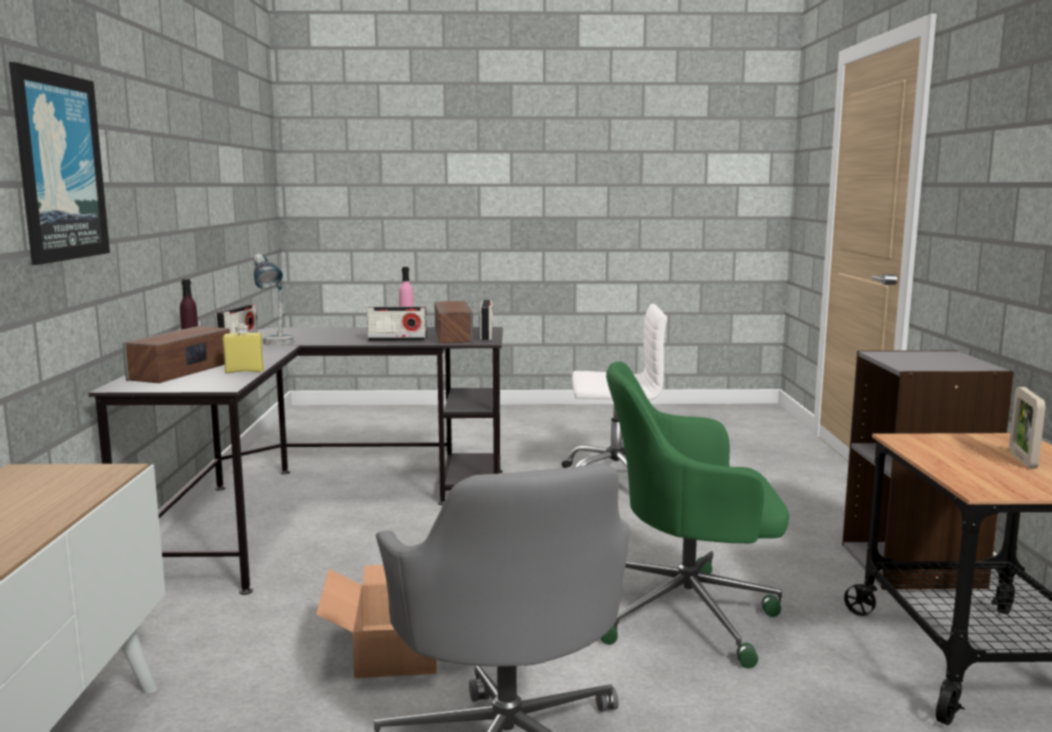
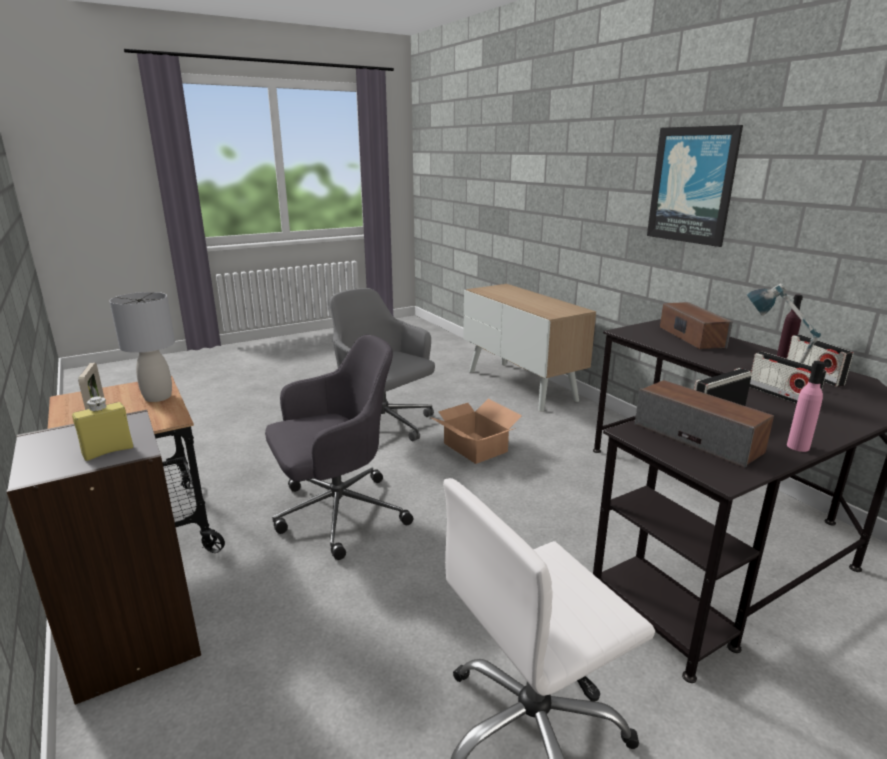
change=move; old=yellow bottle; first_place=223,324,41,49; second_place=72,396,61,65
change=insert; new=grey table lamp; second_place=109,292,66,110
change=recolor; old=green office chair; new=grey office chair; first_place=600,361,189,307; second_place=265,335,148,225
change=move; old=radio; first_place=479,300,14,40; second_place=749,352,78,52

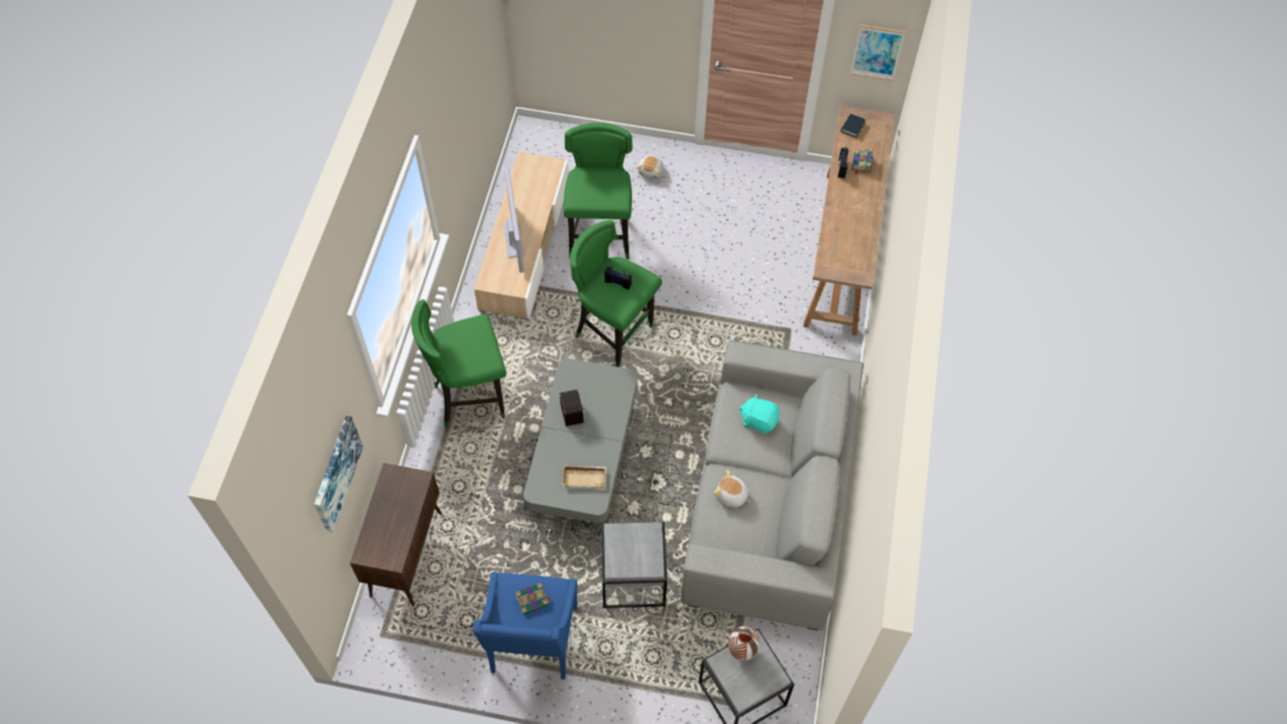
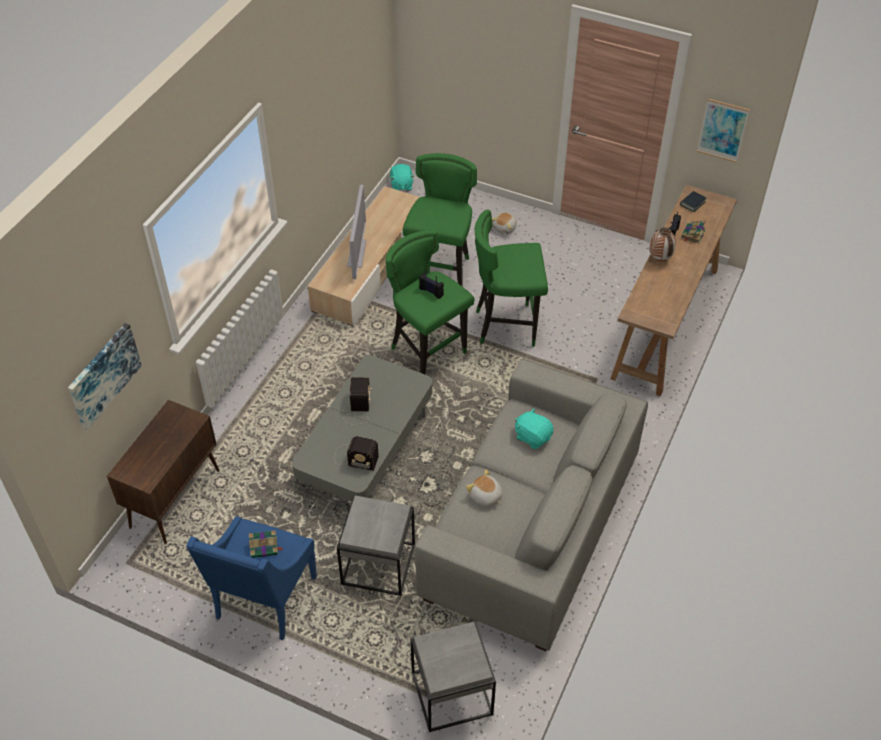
change=replace; old=beige tray; new=radio; first_place=562,465,45,23; second_place=335,436,44,35
change=insert; new=turquoise plush toy; second_place=390,164,24,27
change=move; old=green stool; first_place=411,300,95,128; second_place=475,210,73,137
change=move; old=vase; first_place=728,626,31,35; second_place=650,227,26,34

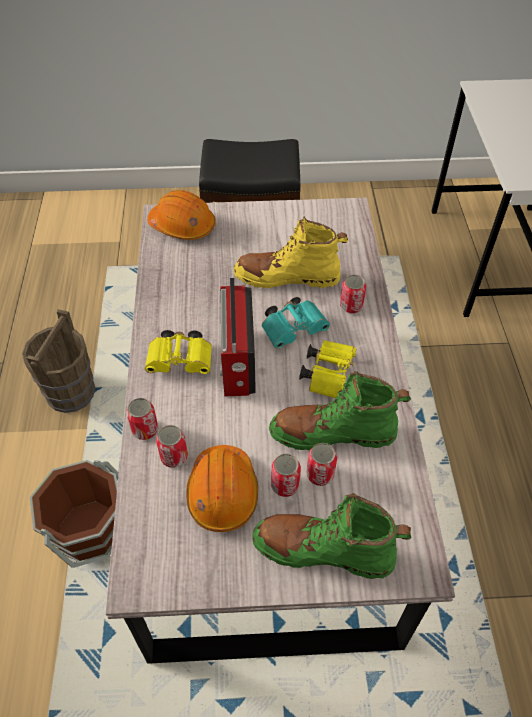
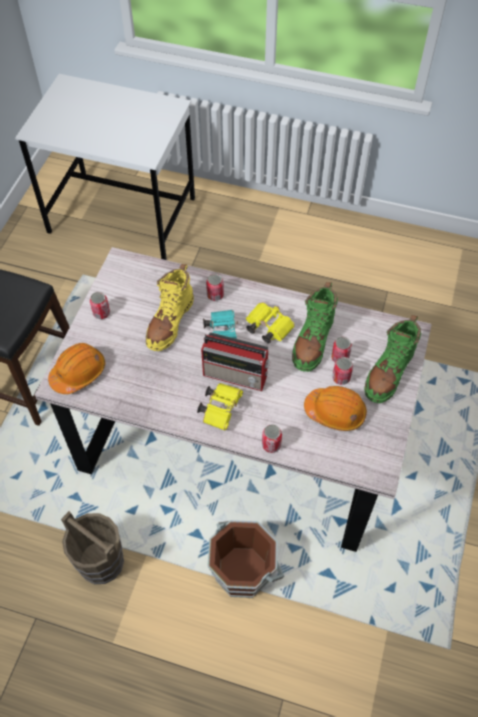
change=move; old=can; first_place=156,425,32,43; second_place=90,292,20,27

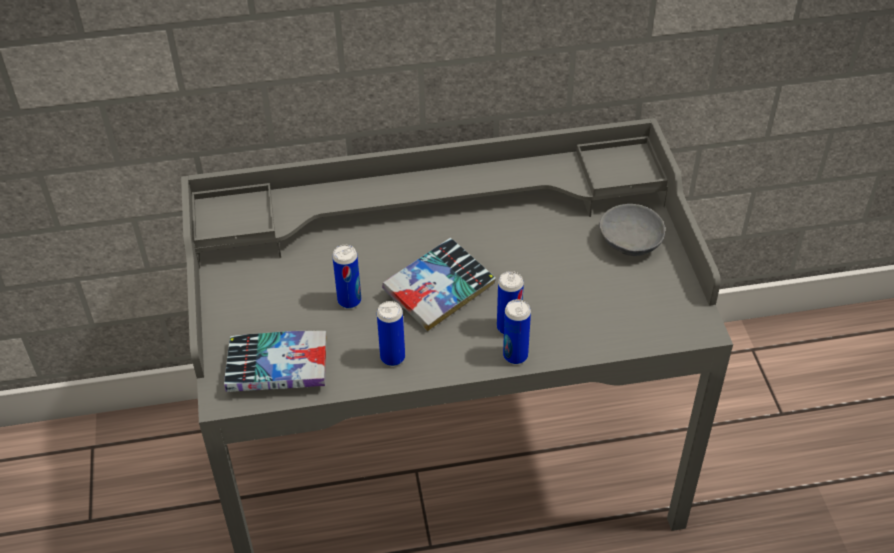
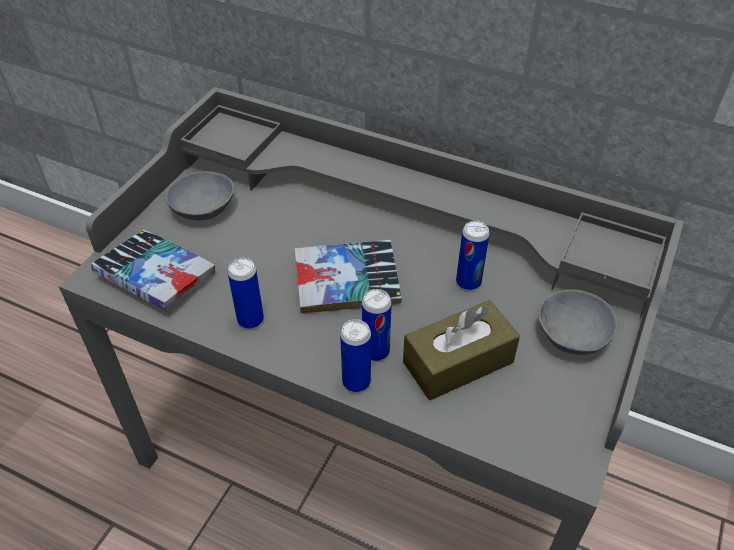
change=insert; new=grey bowl; second_place=166,171,68,50
change=insert; new=brown tissue box; second_place=403,300,117,100
change=move; old=can; first_place=332,245,29,64; second_place=456,220,34,70

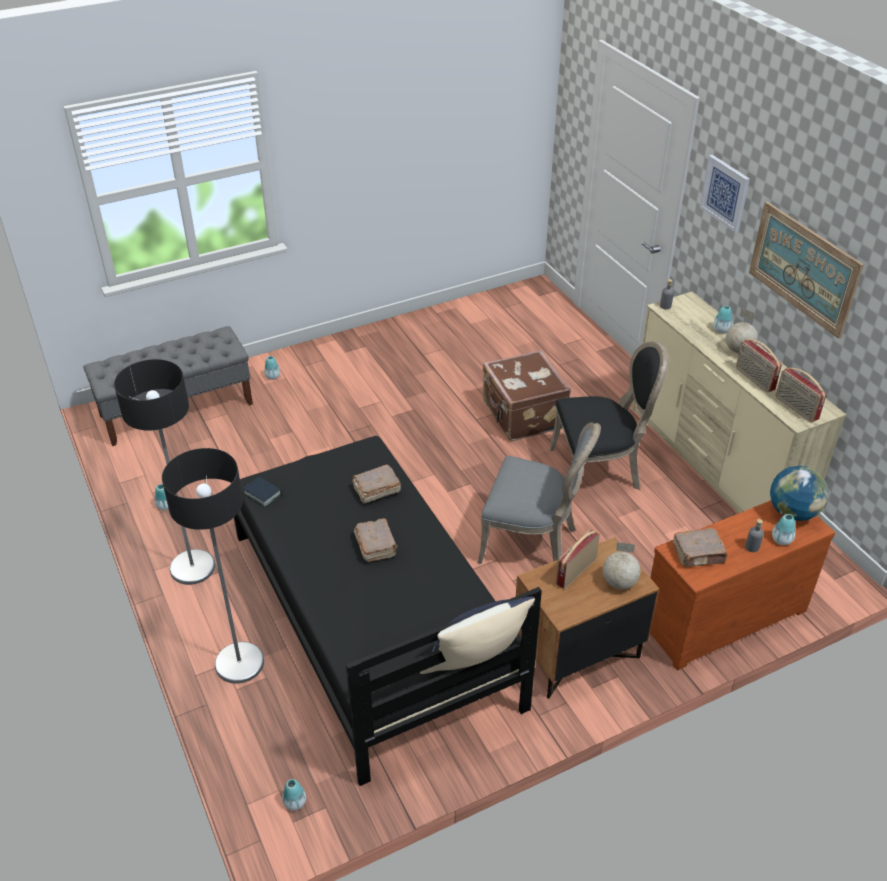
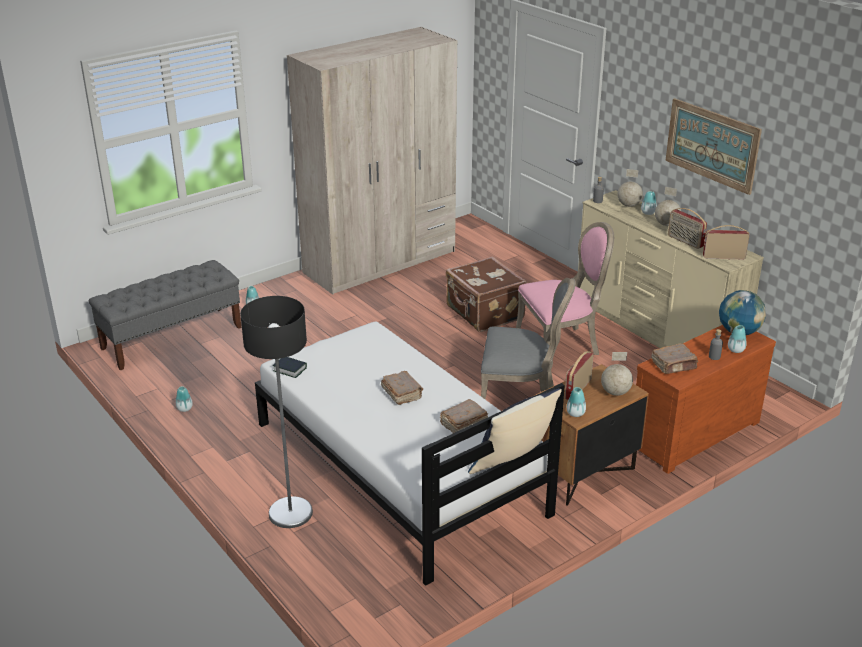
change=recolor; old=black bed; new=white bed; first_place=234,436,308,350; second_place=255,322,310,264
change=insert; new=beige wardrobe; second_place=287,27,170,268
change=move; old=brown book; first_place=352,464,49,40; second_place=440,399,48,35
change=recolor; old=black chair; new=pink chair; first_place=550,341,119,149; second_place=516,222,98,133
change=move; old=vase; first_place=282,779,24,31; second_place=567,387,19,30
change=insert; new=globe; second_place=617,169,26,38
change=rotate; old=radio; first_place=776,368,51,54; second_place=703,225,47,34; degrees=135
change=delete; old=floor lamp; first_place=114,359,101,226
change=delete; old=picture; first_place=699,155,51,78

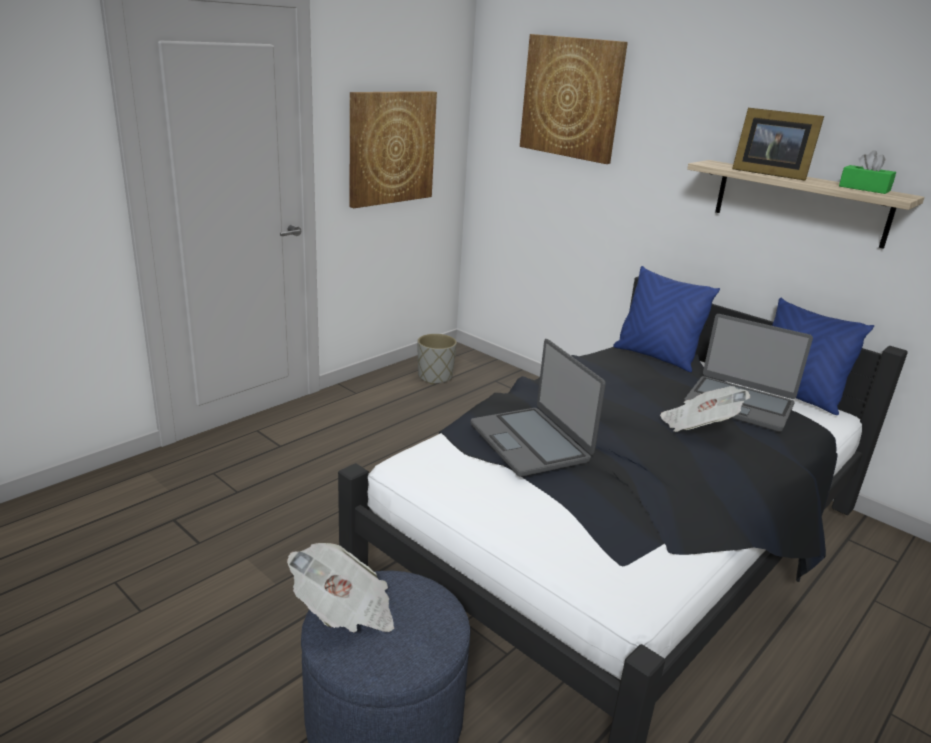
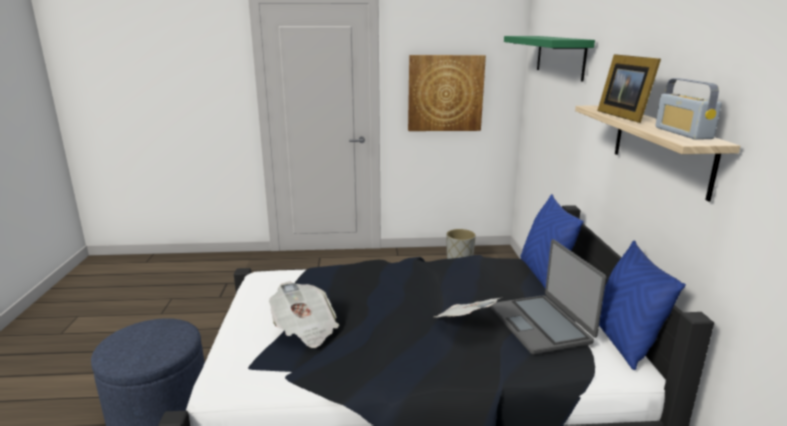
change=move; old=newspaper; first_place=287,543,107,90; second_place=269,282,70,66
change=replace; old=picture; new=green shelf; first_place=520,34,108,130; second_place=504,36,91,46
change=replace; old=green tissue box; new=radio; first_place=839,150,57,44; second_place=655,78,67,62
change=delete; old=laptop; first_place=470,339,136,138

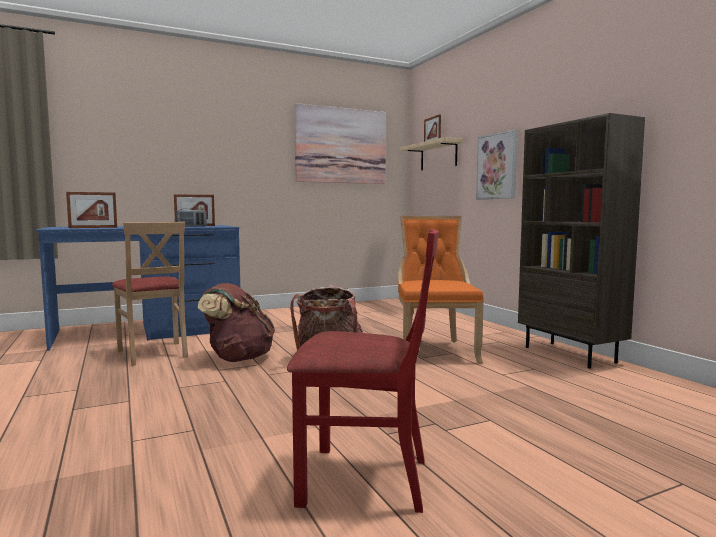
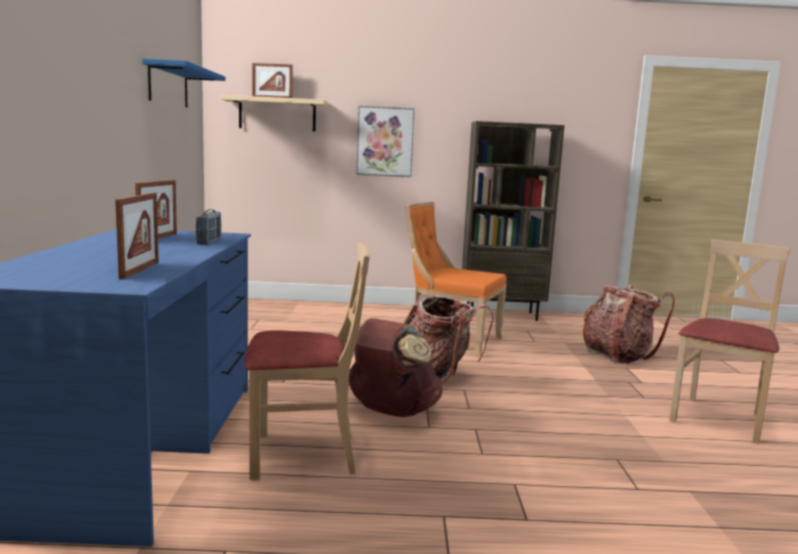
change=replace; old=picture; new=blue shelf; first_place=295,103,91,81; second_place=142,59,83,48
change=insert; new=backpack; second_place=583,285,92,78
change=recolor; old=red chair; new=beige chair; first_place=287,229,152,284; second_place=669,240,121,204

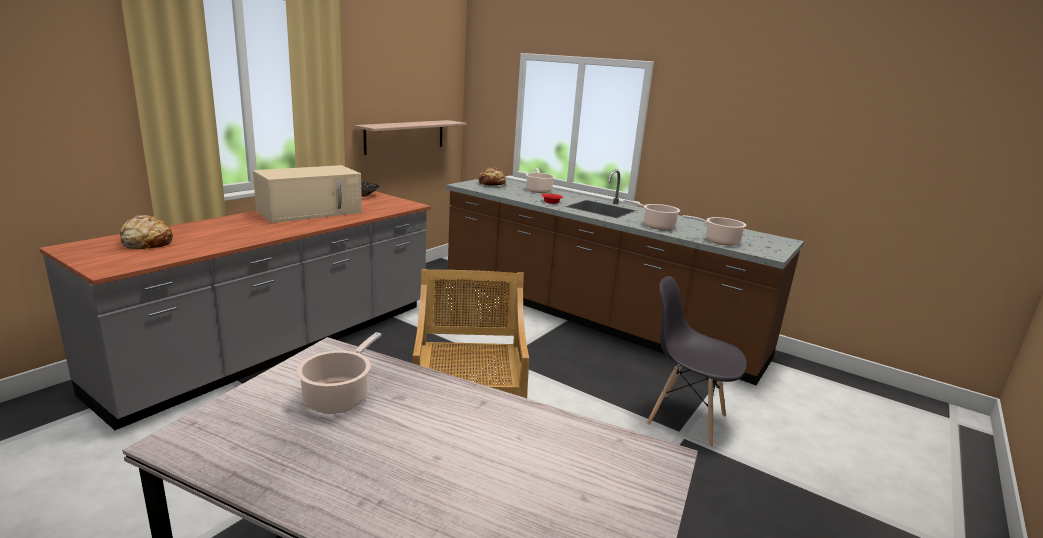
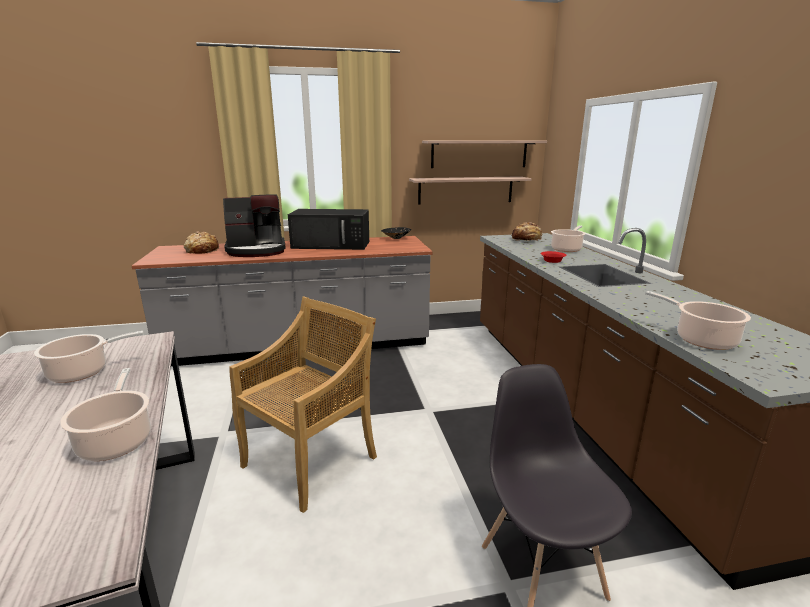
change=move; old=cooking pot; first_place=624,199,56,31; second_place=60,368,91,93
change=insert; new=coffee machine; second_place=223,195,62,62
change=recolor; old=beige microwave; new=black microwave; first_place=253,165,109,58; second_place=288,209,81,41
change=insert; new=shelf; second_place=422,141,125,27

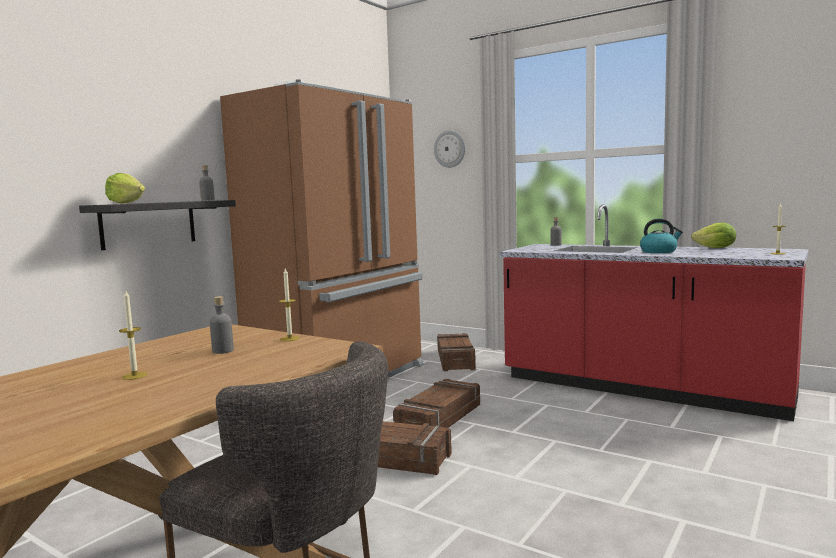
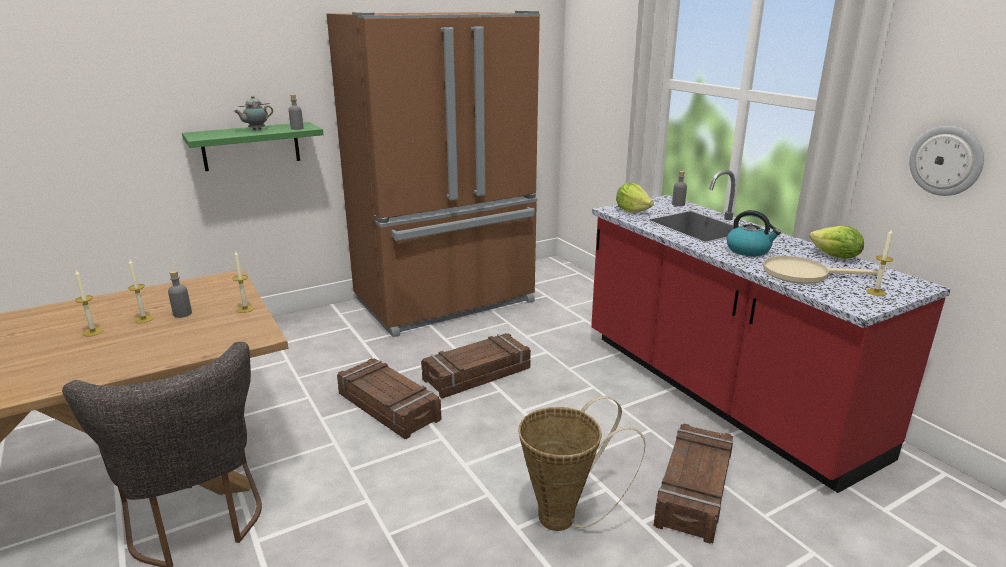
change=insert; new=candle; second_place=128,260,26,63
change=recolor; old=black shelf; new=green shelf; first_place=79,200,157,50; second_place=182,122,141,49
change=insert; new=teapot; second_place=234,96,39,34
change=insert; new=basket; second_place=518,396,128,135
change=move; old=lettuce; first_place=105,173,40,31; second_place=616,183,38,30
change=move; old=crate; first_place=437,333,39,38; second_place=654,423,79,121
change=insert; new=beige frying pan; second_place=763,256,116,28
change=move; old=wall clock; first_place=434,130,31,38; second_place=909,126,75,70

